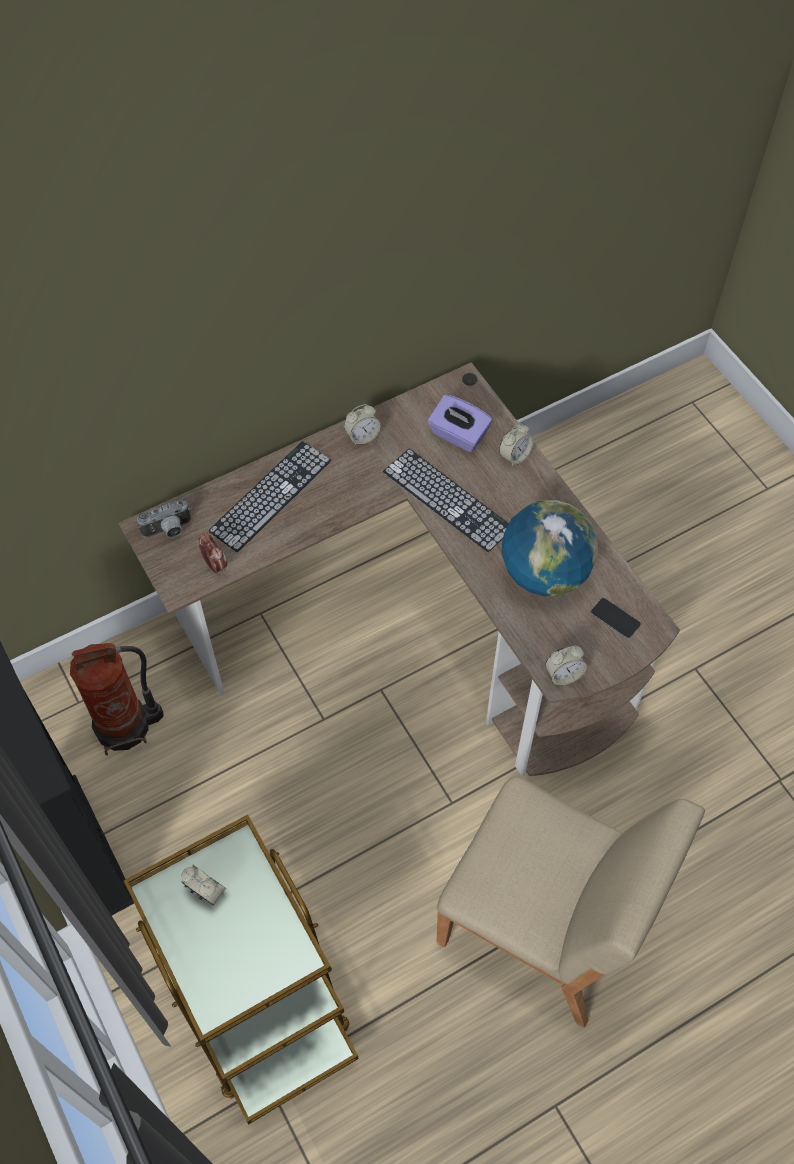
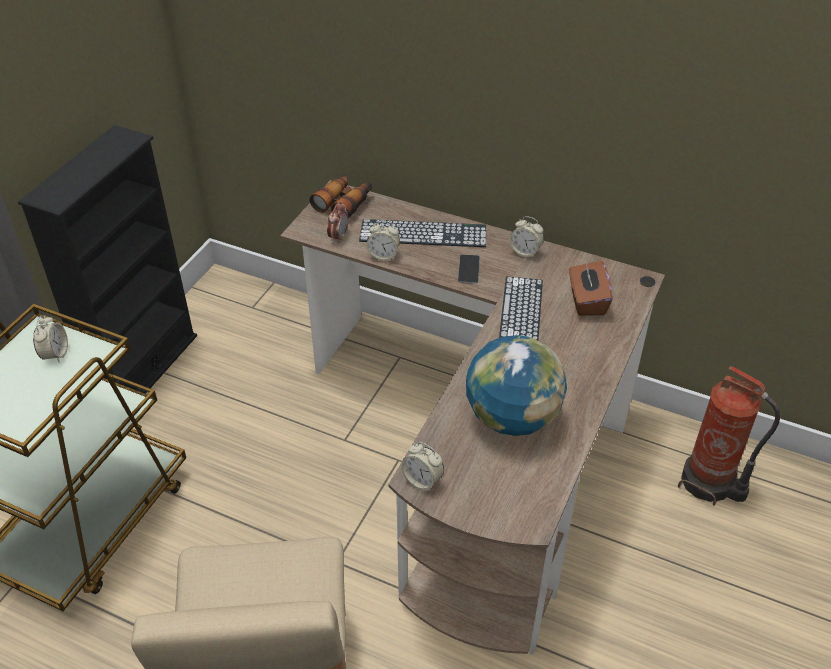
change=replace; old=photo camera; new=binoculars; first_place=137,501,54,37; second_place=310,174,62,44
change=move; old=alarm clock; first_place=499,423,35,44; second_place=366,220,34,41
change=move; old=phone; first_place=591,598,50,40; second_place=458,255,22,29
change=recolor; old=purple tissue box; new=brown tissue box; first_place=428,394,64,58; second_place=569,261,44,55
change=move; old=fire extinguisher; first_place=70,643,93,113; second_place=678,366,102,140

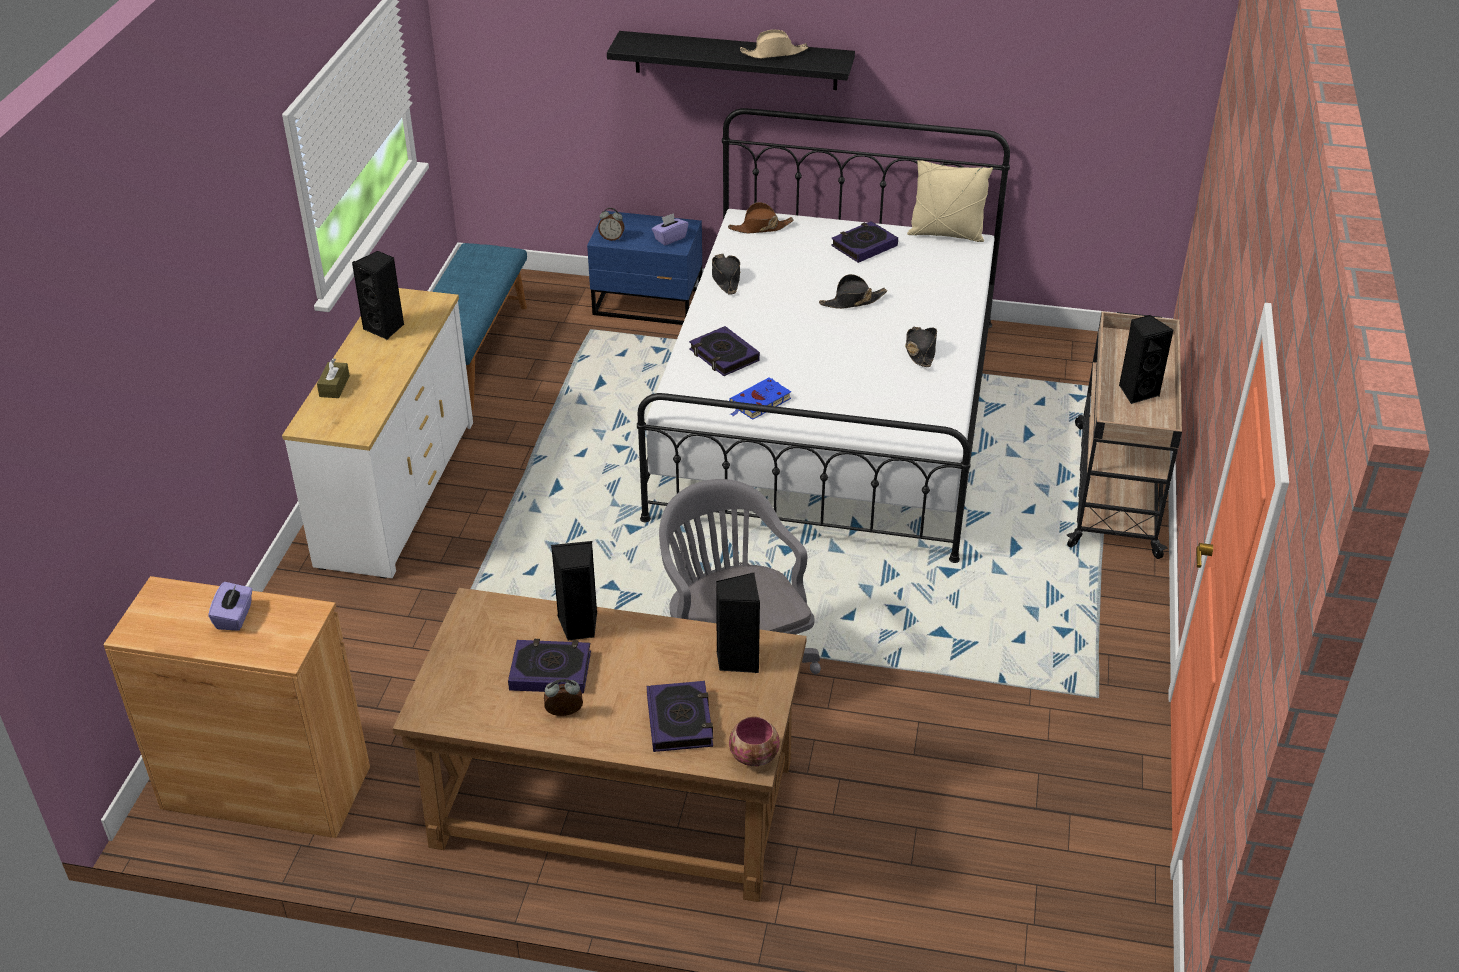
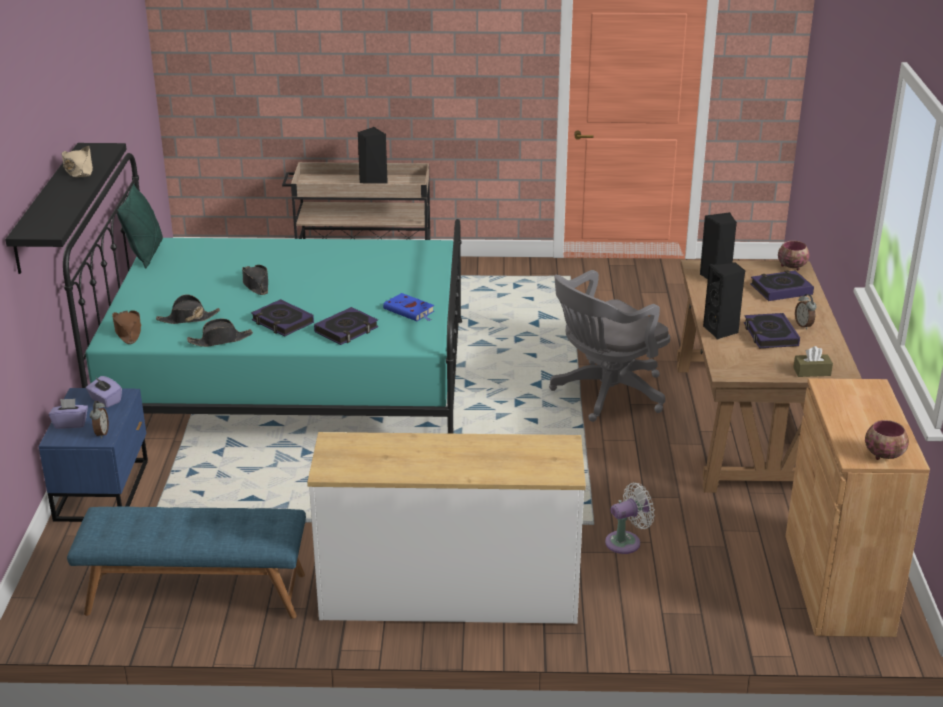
change=move; old=purple tissue box; first_place=208,582,45,49; second_place=49,399,39,30
change=recolor; old=white bed; new=turquoise bed; first_place=637,108,373,455; second_place=63,153,399,281
change=recolor; old=beige pillow; new=green pillow; first_place=907,160,86,82; second_place=117,184,46,84
change=move; old=black hat; first_place=905,326,32,41; second_place=156,294,64,30
change=move; old=book; first_place=831,221,67,42; second_place=251,299,63,37
change=insert; new=white fan; second_place=605,483,50,71
change=move; old=brown tissue box; first_place=317,358,33,40; second_place=793,346,40,31
change=insert; new=bowl; second_place=865,420,44,40
change=delete; old=black speaker; first_place=352,251,52,89

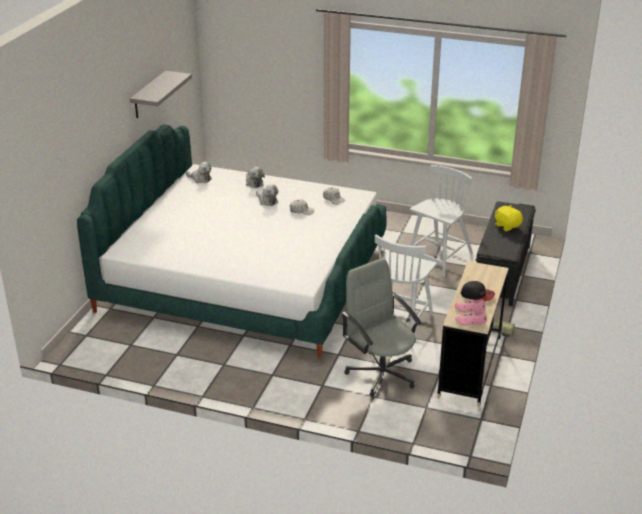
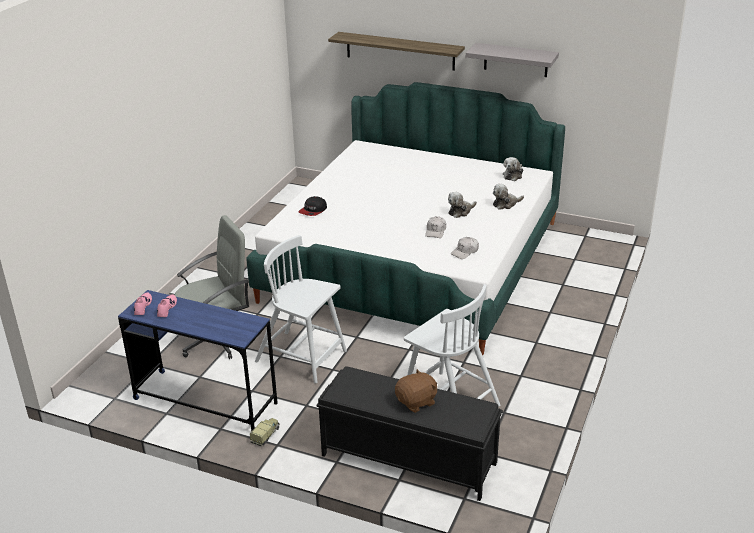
change=recolor; old=beige desk; new=blue desk; first_place=437,261,72,146; second_place=118,290,160,142
change=move; old=cap; first_place=461,281,34,20; second_place=299,196,28,20
change=insert; new=shelf; second_place=328,32,137,39
change=recolor; old=yellow plush toy; new=brown plush toy; first_place=495,205,28,26; second_place=395,369,42,44

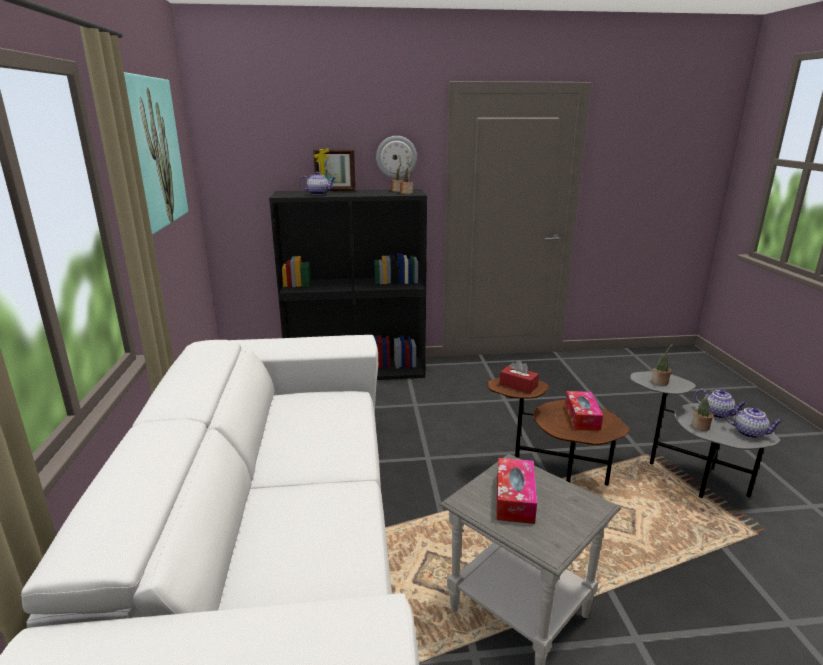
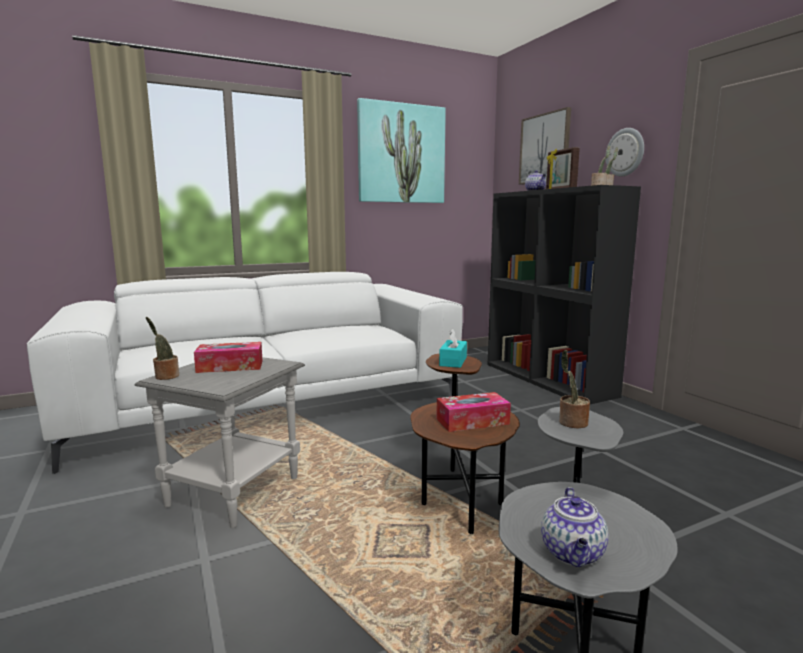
change=move; old=potted plant; first_place=691,389,23,42; second_place=146,317,33,63
change=recolor; old=red tissue box; new=turquoise tissue box; first_place=500,360,39,33; second_place=439,328,28,40
change=insert; new=picture; second_place=519,107,52,78
change=delete; old=teapot; first_place=695,389,52,29

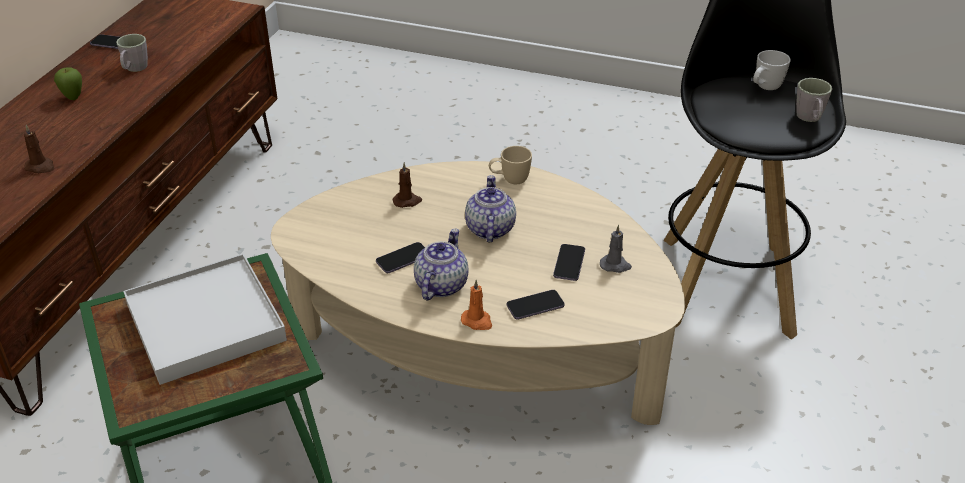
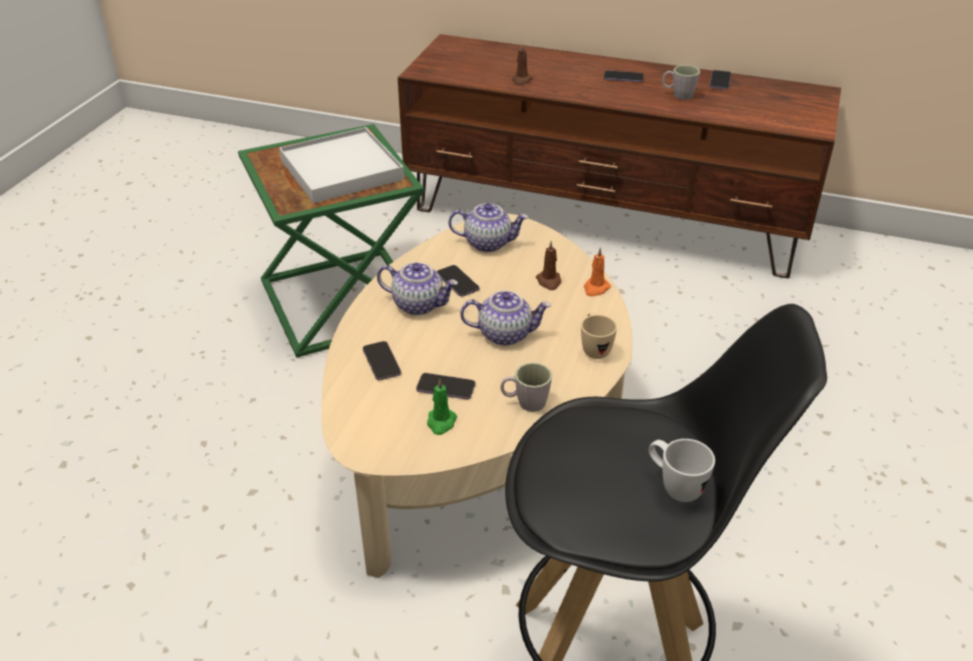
change=recolor; old=grey candle; new=green candle; first_place=600,225,32,48; second_place=427,379,30,56
change=insert; new=teapot; second_place=448,203,80,49
change=move; old=grey mug; first_place=796,78,36,44; second_place=500,362,52,50
change=move; old=orange candle; first_place=461,280,31,50; second_place=584,247,27,49
change=replace; old=apple; new=phone; first_place=54,67,28,33; second_place=604,70,40,12

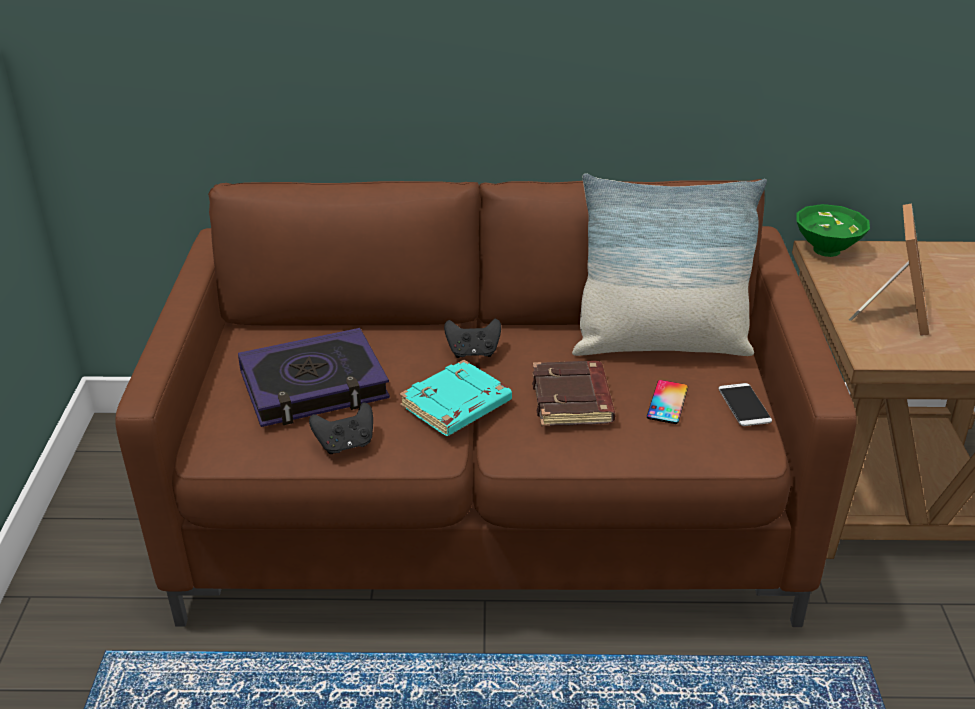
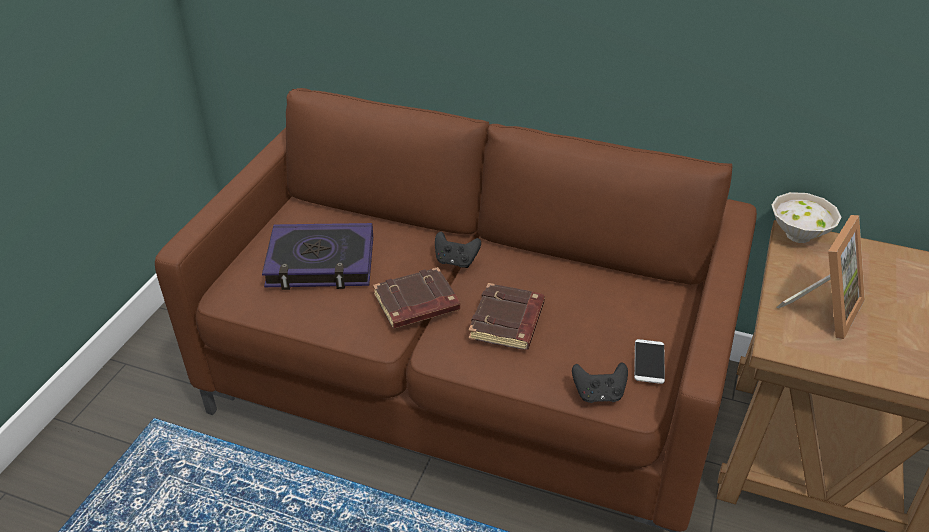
change=recolor; old=turquoise book; new=brown book; first_place=399,360,113,76; second_place=373,267,87,62
change=move; old=black game controller; first_place=309,402,64,52; second_place=572,362,56,41
change=recolor; old=green bowl; new=white bowl; first_place=796,204,74,53; second_place=772,192,70,51
change=delete; old=pillow; first_place=572,173,195,183
change=delete; old=phone; first_place=647,380,41,44

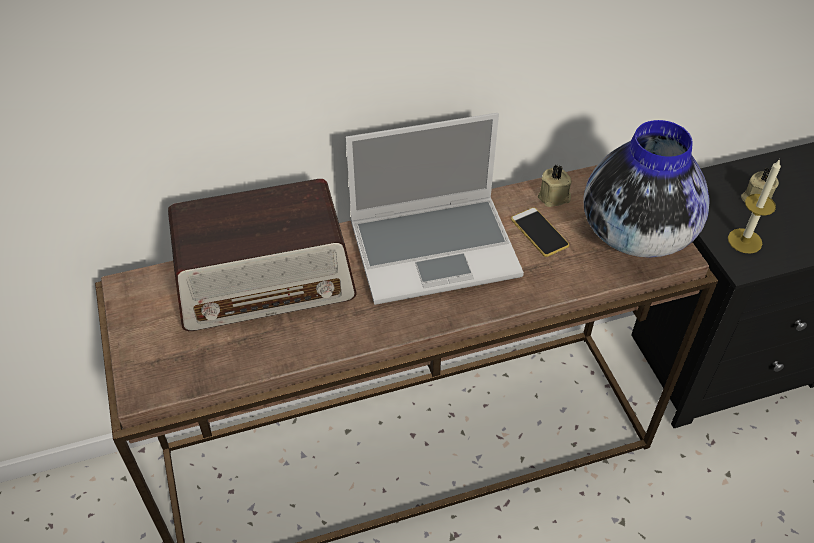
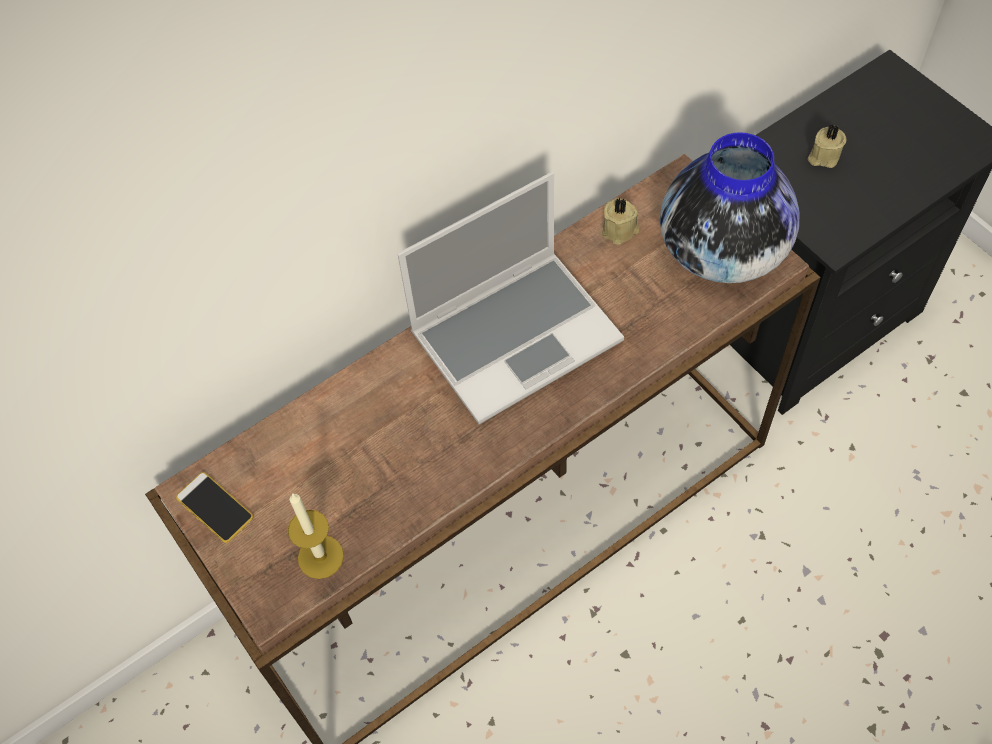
change=move; old=phone; first_place=511,208,58,49; second_place=176,472,77,71
change=move; old=candle; first_place=728,159,53,95; second_place=288,493,56,86
change=delete; old=radio; first_place=168,179,189,152

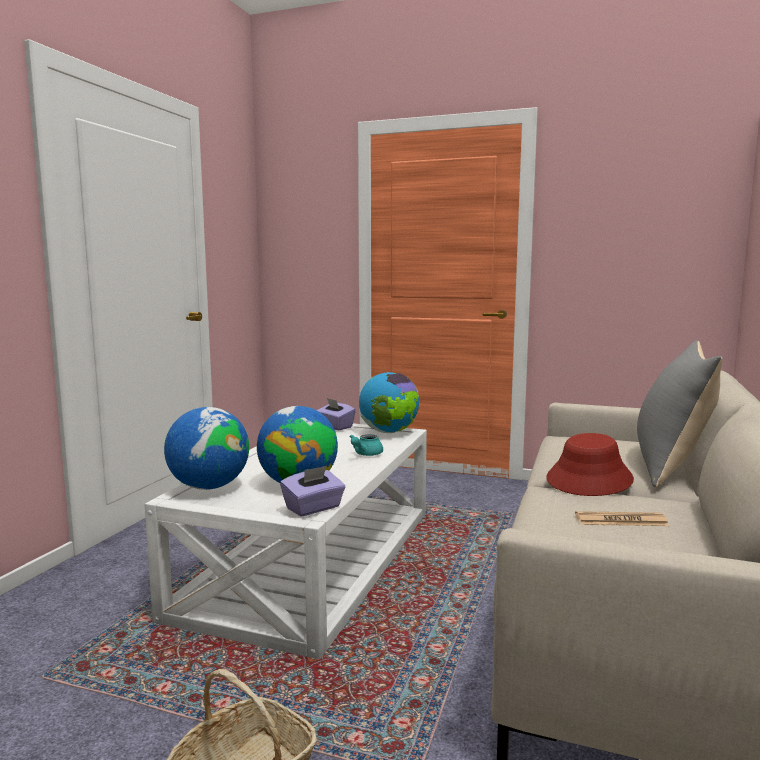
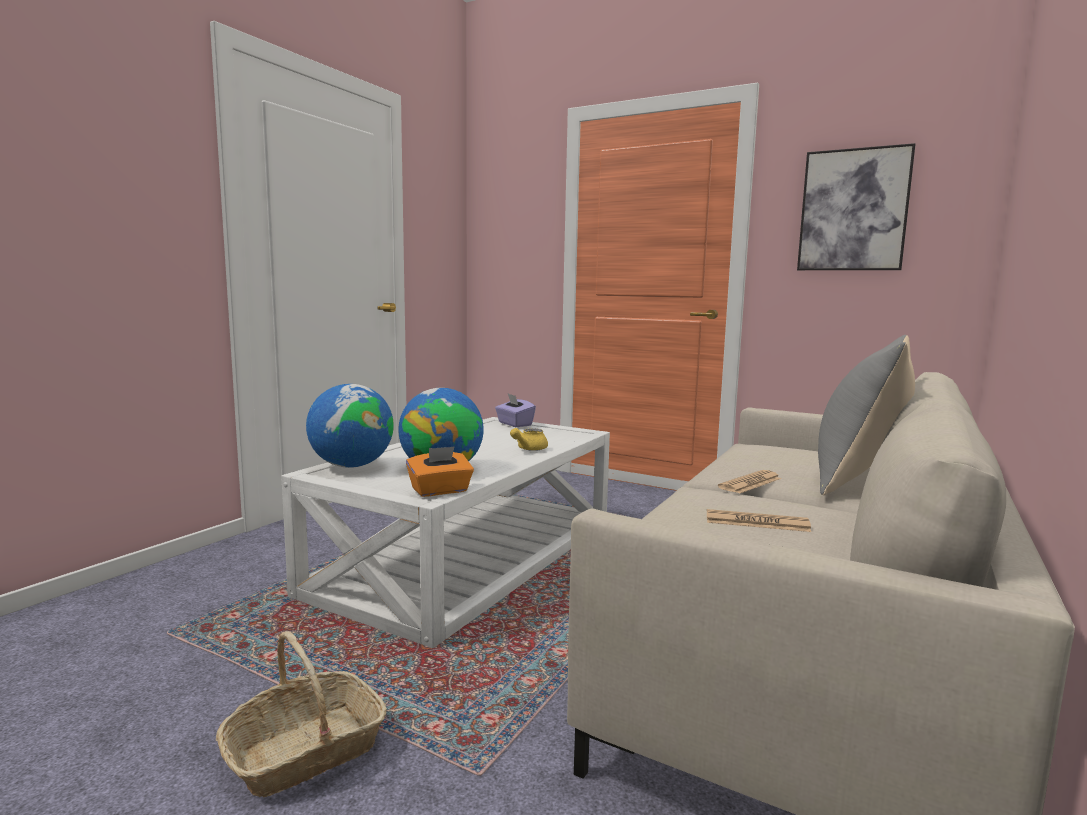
change=recolor; old=purple tissue box; new=orange tissue box; first_place=280,466,65,50; second_place=406,446,68,51
change=recolor; old=turquoise teapot; new=yellow teapot; first_place=349,434,34,22; second_place=510,428,38,23
change=replace; old=red hat; new=newspaper; first_place=546,433,88,63; second_place=718,470,63,24
change=insert; new=picture; second_place=797,143,119,127
change=delete; old=globe; first_place=359,372,60,61

